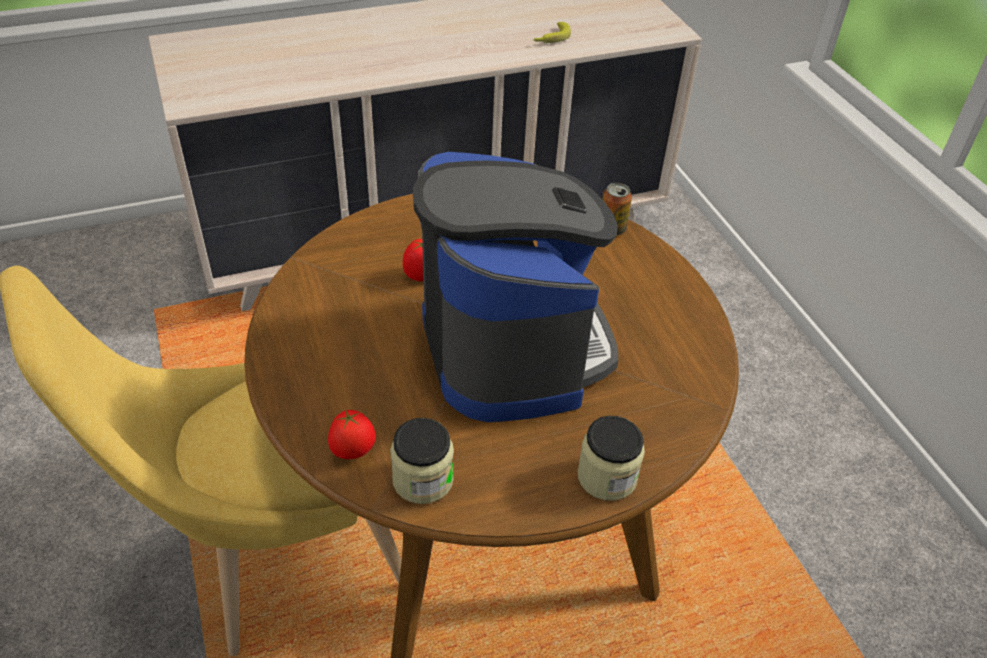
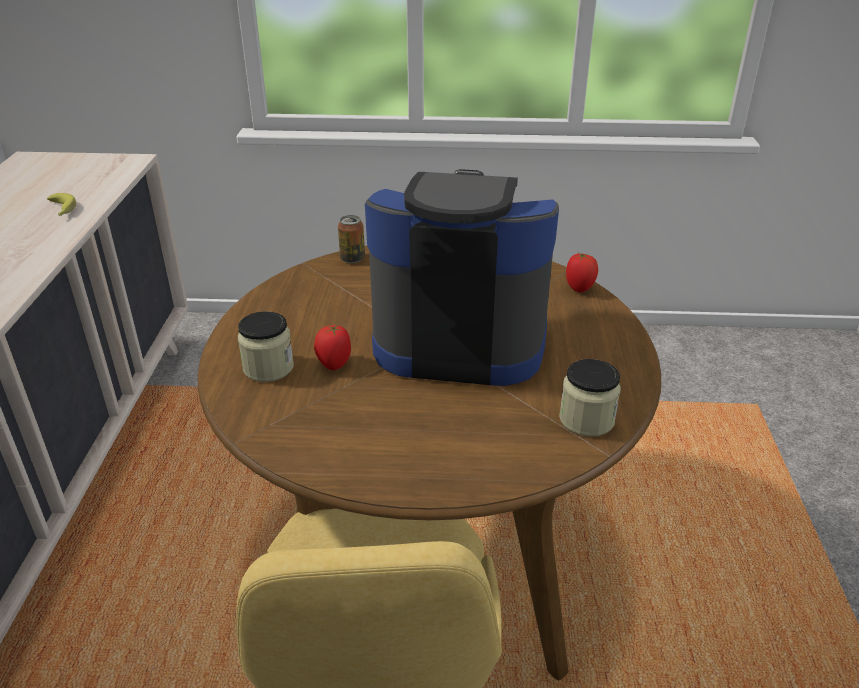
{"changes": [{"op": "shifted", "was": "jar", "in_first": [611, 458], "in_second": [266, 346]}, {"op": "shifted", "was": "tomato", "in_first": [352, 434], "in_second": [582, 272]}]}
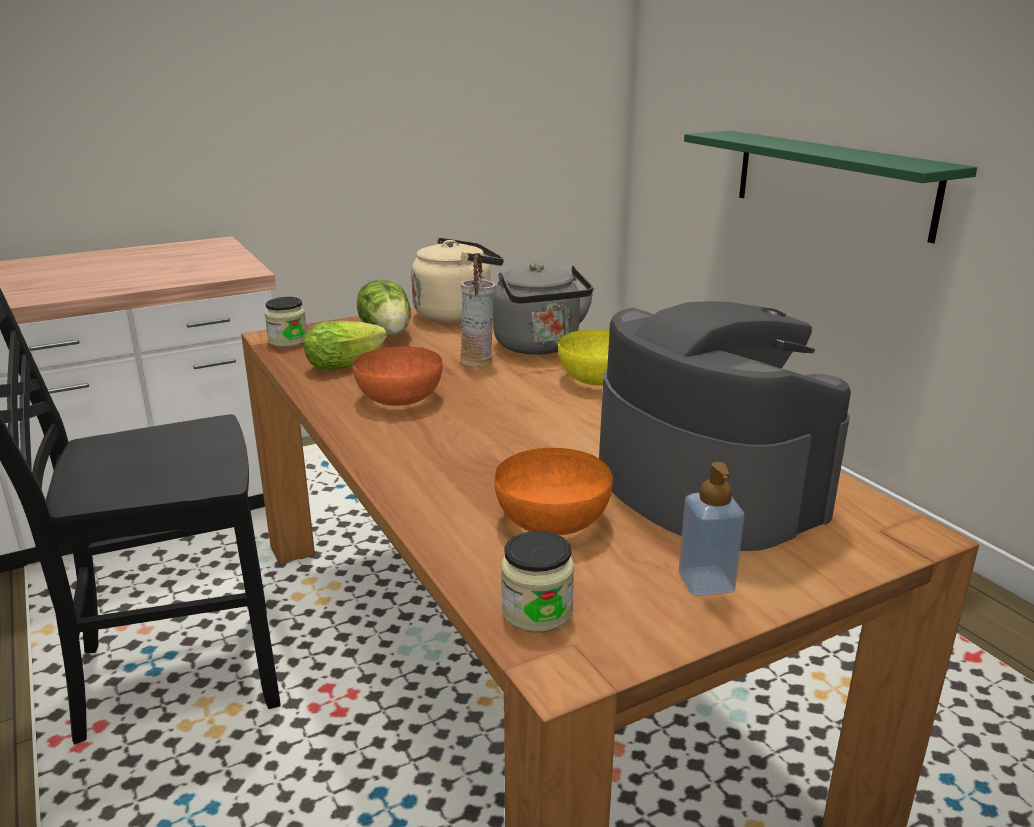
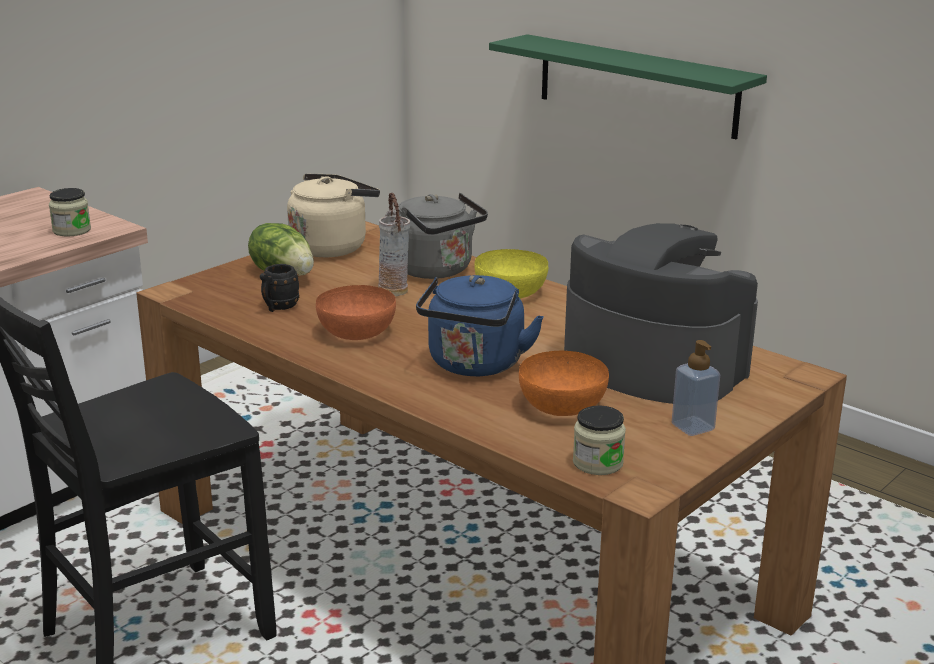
{"changes": [{"op": "shifted", "was": "jar", "in_first": [286, 322], "in_second": [70, 212]}, {"op": "swapped", "was": "lettuce", "now": "mug (black)", "in_first": [345, 346], "in_second": [280, 288]}, {"op": "new", "now": "kettle (blue)", "in_second": [480, 325]}]}
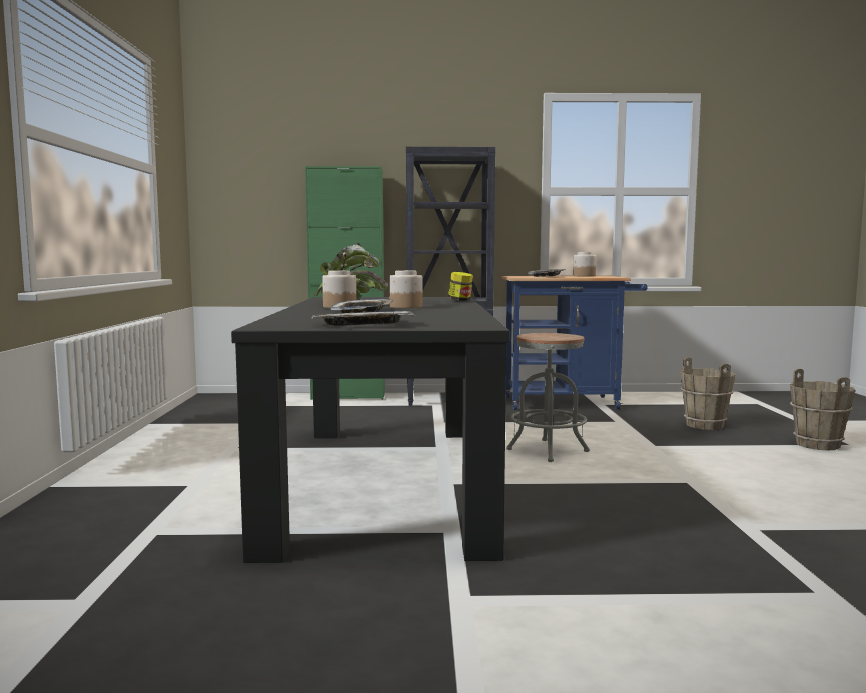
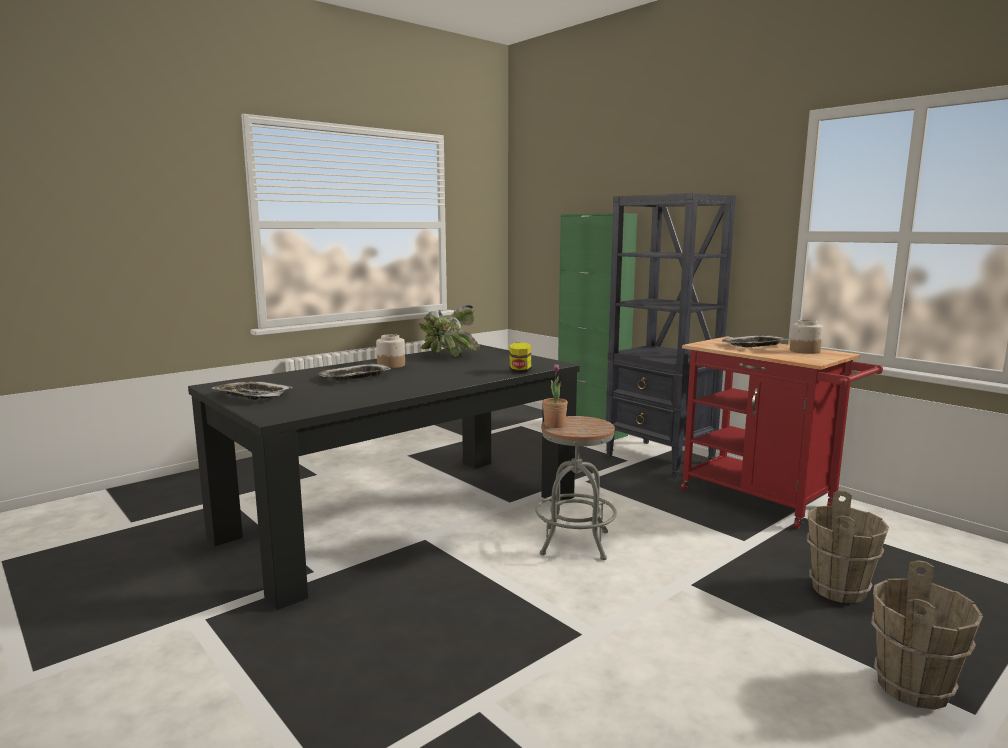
{"changes": [{"op": "new", "now": "potted plant", "in_second": [555, 396]}, {"op": "repainted", "was": "cart (blue)", "now": "cart (red)", "in_first": [574, 343], "in_second": [782, 432]}, {"op": "gone", "was": "jar", "in_first": [406, 289]}]}
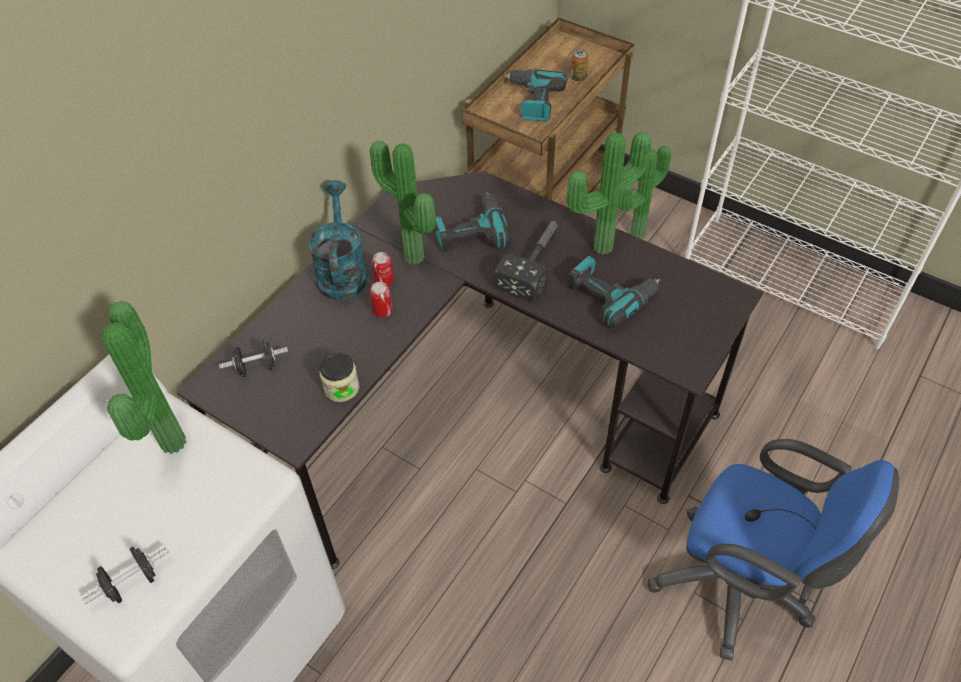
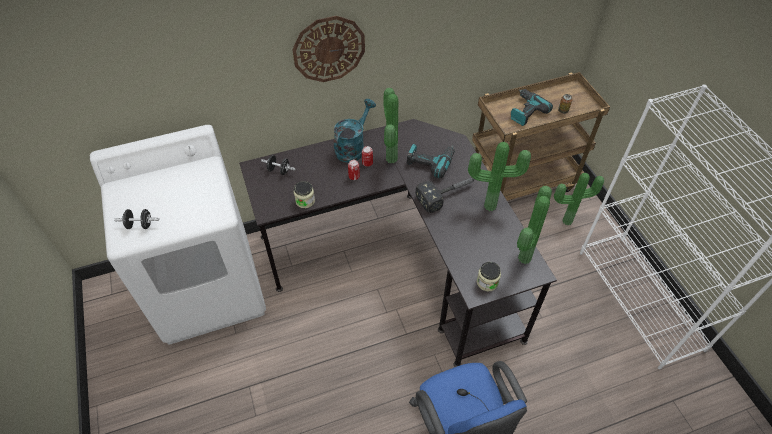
{"changes": [{"op": "new", "now": "wall clock", "in_second": [328, 49]}, {"op": "new", "now": "jar", "in_second": [489, 277]}, {"op": "shifted", "was": "potted plant", "in_first": [144, 377], "in_second": [534, 225]}, {"op": "gone", "was": "power drill", "in_first": [614, 292]}]}
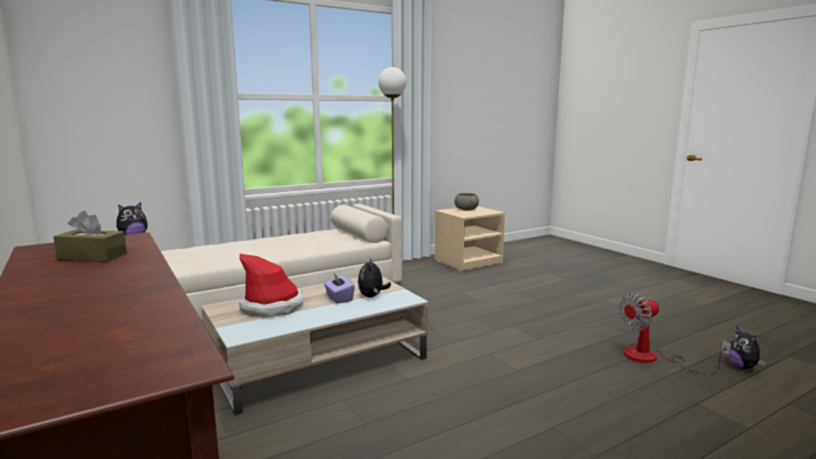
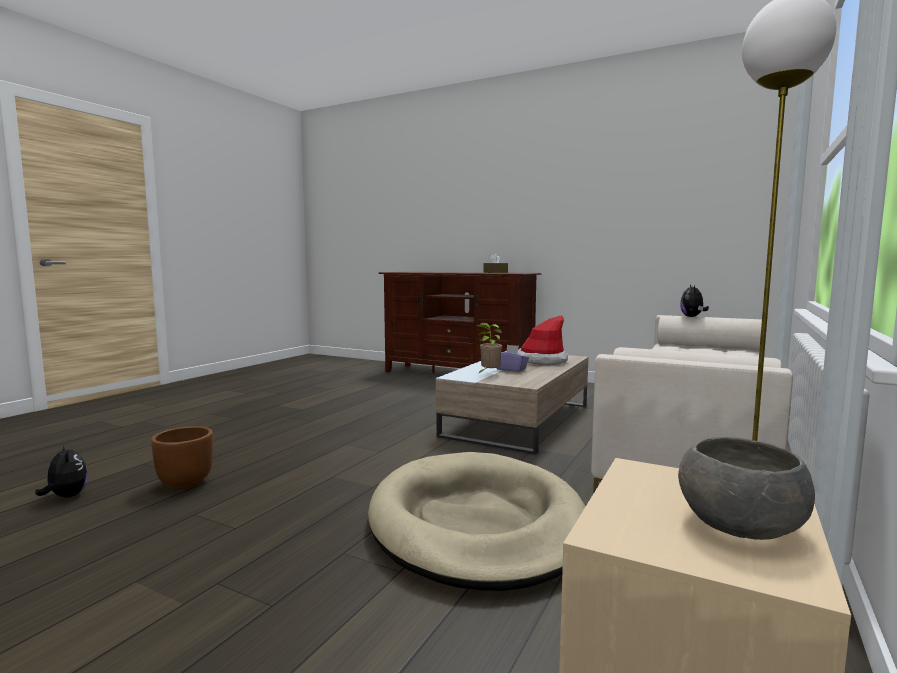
{"changes": [{"op": "swapped", "was": "fan", "now": "planter (brown)", "in_first": [675, 332], "in_second": [182, 457]}, {"op": "new", "now": "dog bed (beige)", "in_second": [476, 521]}, {"op": "swapped", "was": "plush toy", "now": "potted plant", "in_first": [374, 277], "in_second": [489, 349]}]}
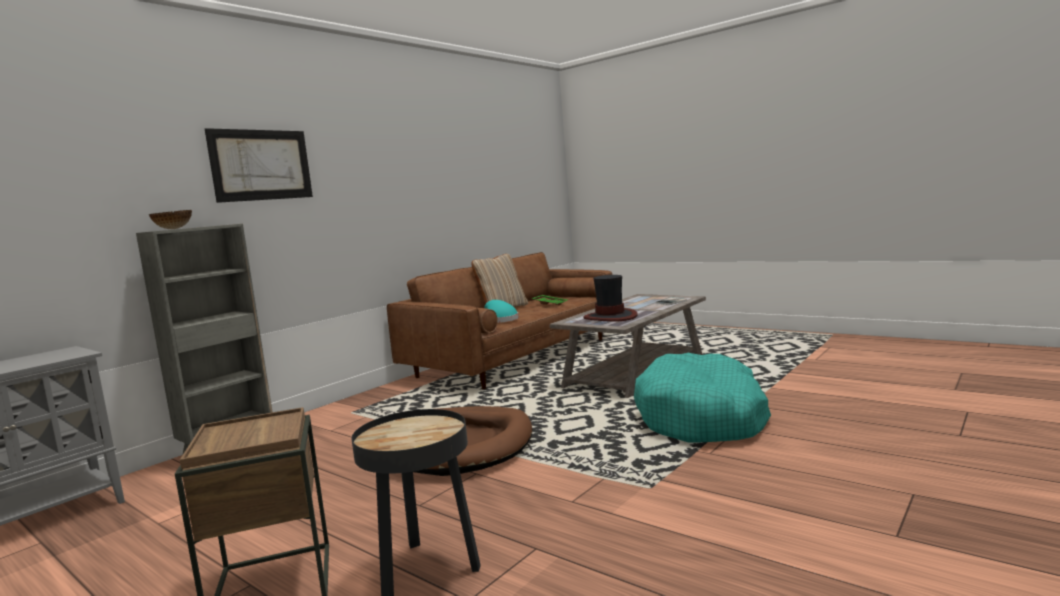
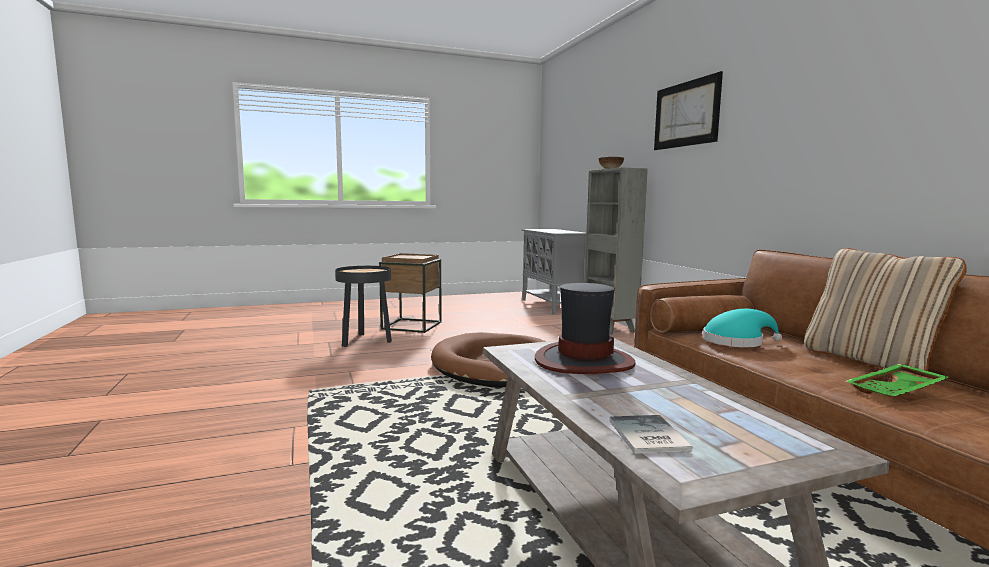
{"changes": [{"op": "gone", "was": "dog bed (turquoise)", "in_first": [702, 398]}]}
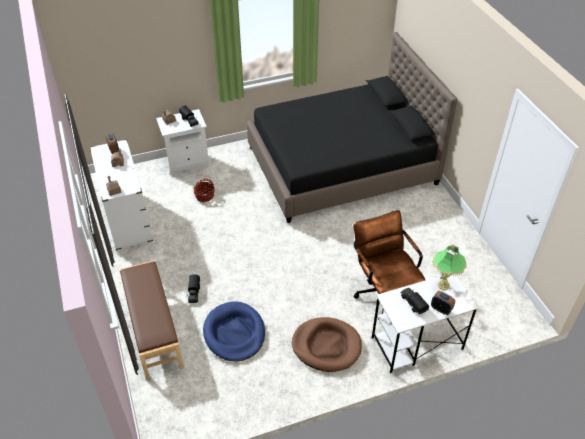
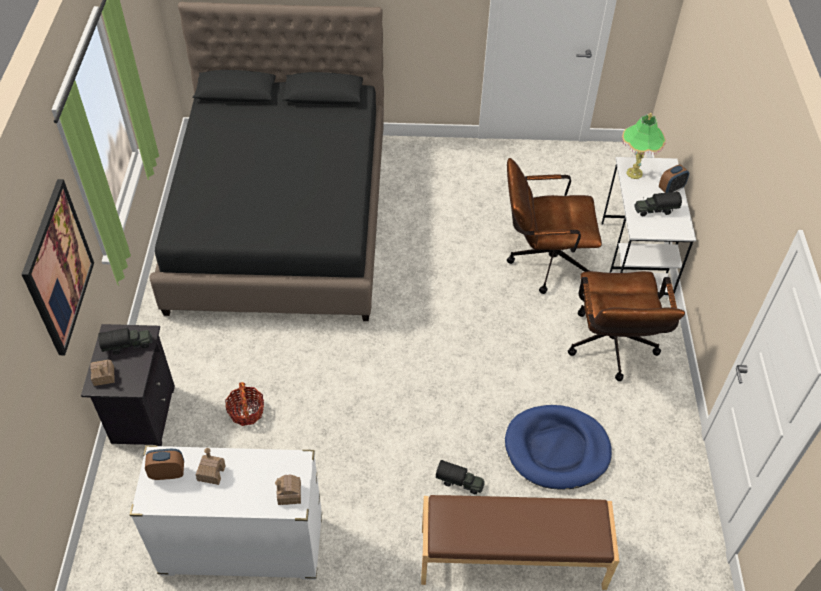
{"changes": [{"op": "new", "now": "picture", "in_second": [57, 267]}, {"op": "repainted", "was": "nightstand (white)", "now": "nightstand (black)", "in_first": [182, 142], "in_second": [128, 385]}, {"op": "swapped", "was": "dog bed (brown)", "now": "office chair (brown)", "in_first": [327, 344], "in_second": [626, 326]}]}
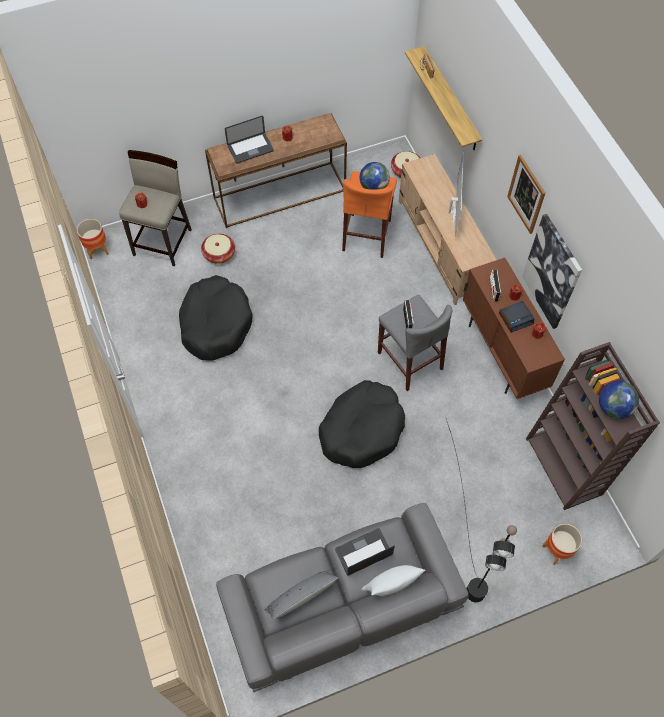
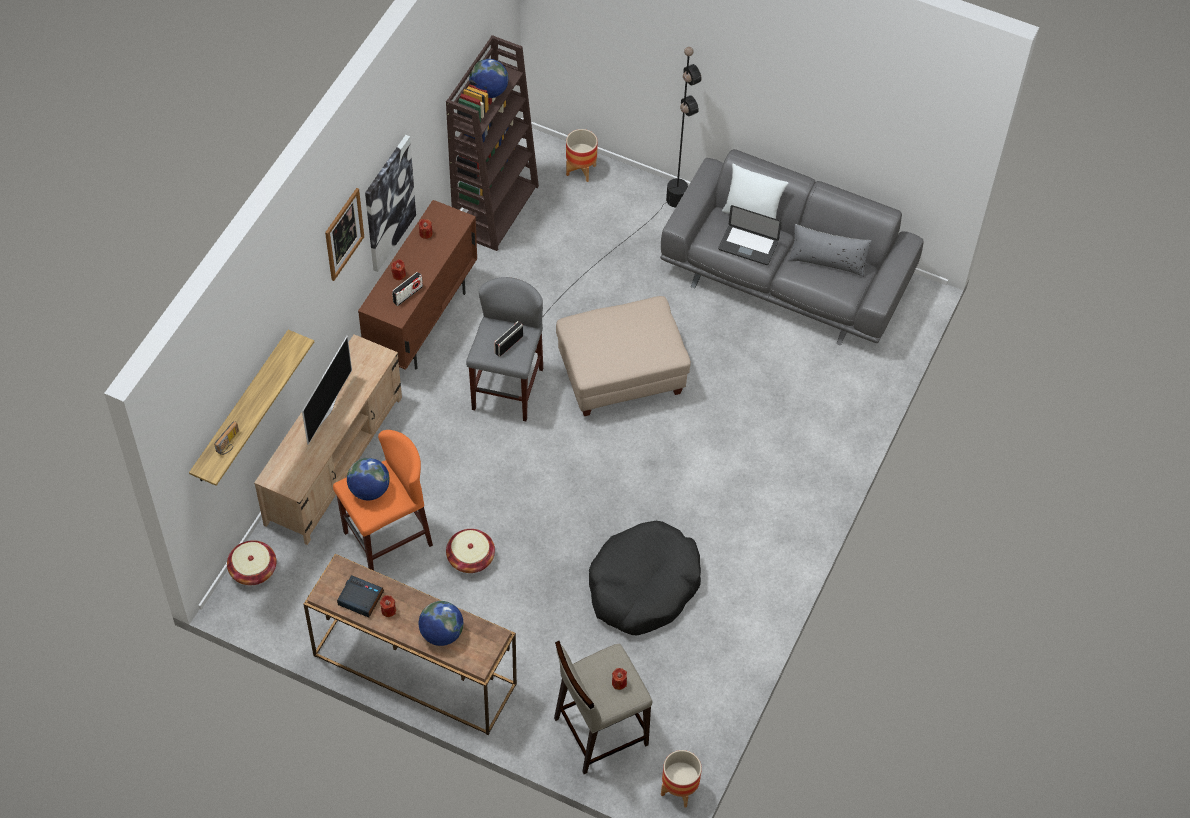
{"changes": [{"op": "rotated", "was": "television", "in_first": [456, 195], "in_second": [327, 390], "clockwise": 150}, {"op": "shifted", "was": "alarm clock", "in_first": [516, 317], "in_second": [360, 596]}, {"op": "swapped", "was": "laptop", "now": "globe", "in_first": [249, 139], "in_second": [441, 623]}, {"op": "shifted", "was": "basket", "in_first": [218, 249], "in_second": [470, 551]}, {"op": "swapped", "was": "dog bed (black)", "now": "ottoman (beige)", "in_first": [362, 424], "in_second": [623, 356]}]}
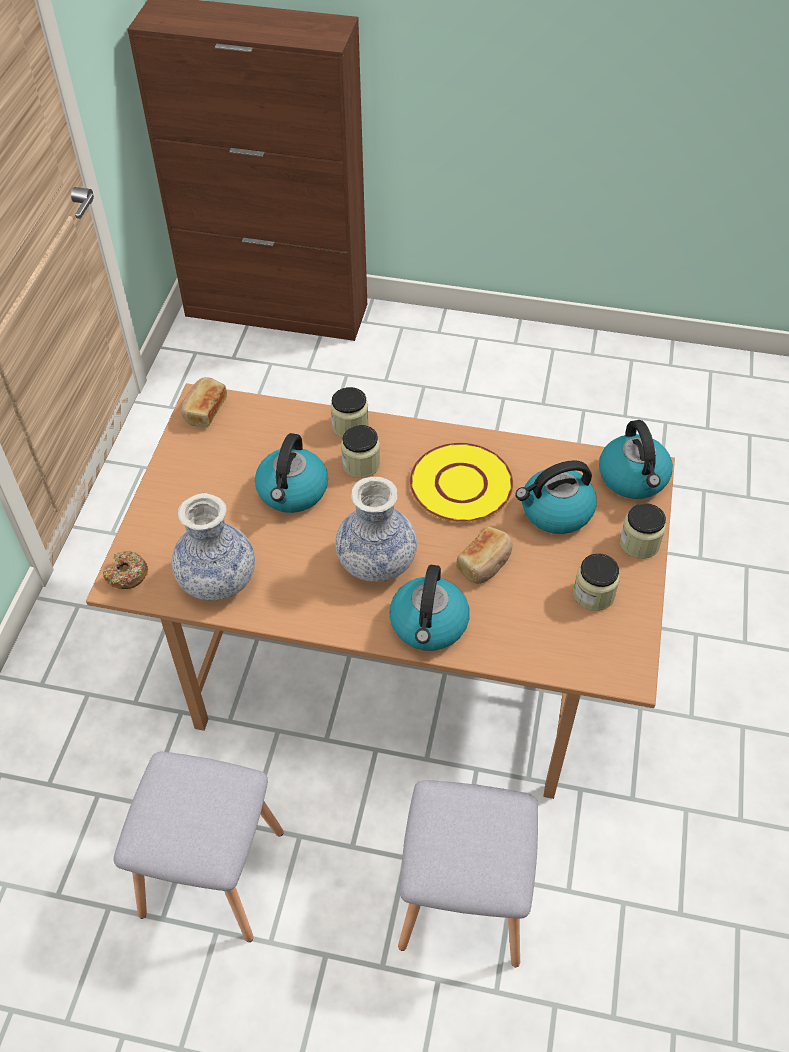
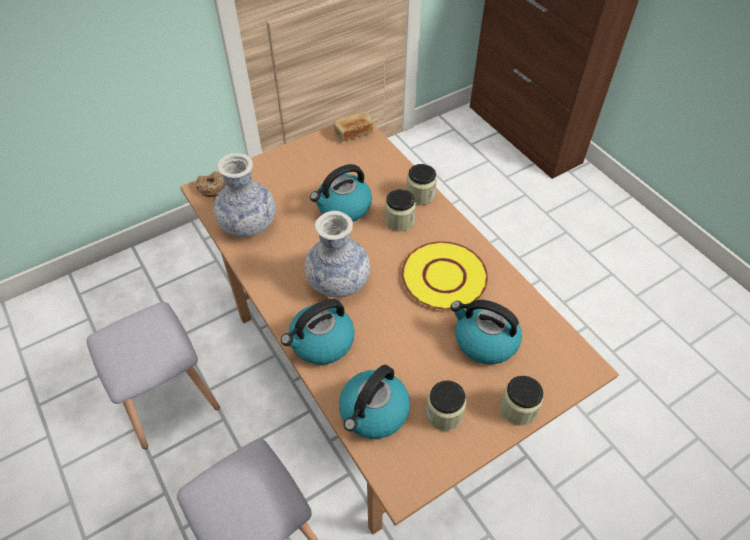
{"changes": [{"op": "shifted", "was": "kettle", "in_first": [636, 459], "in_second": [374, 402]}, {"op": "gone", "was": "bread", "in_first": [484, 555]}]}
